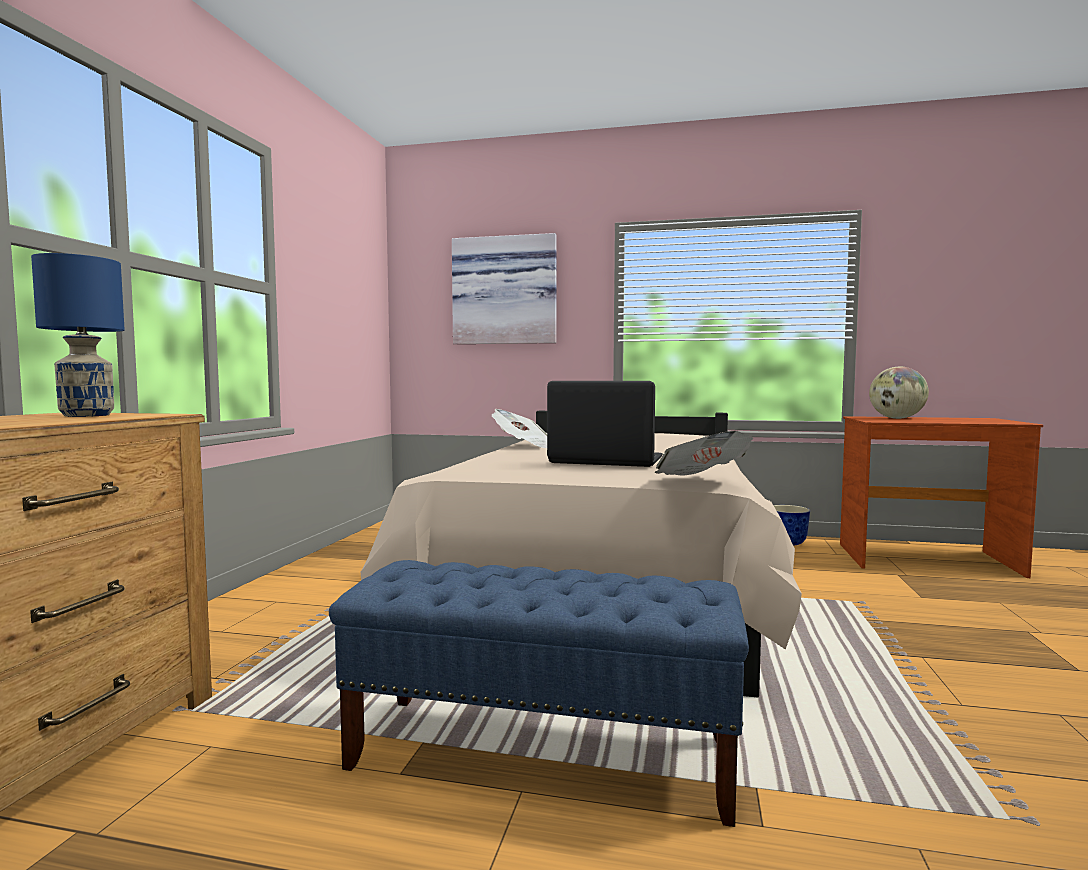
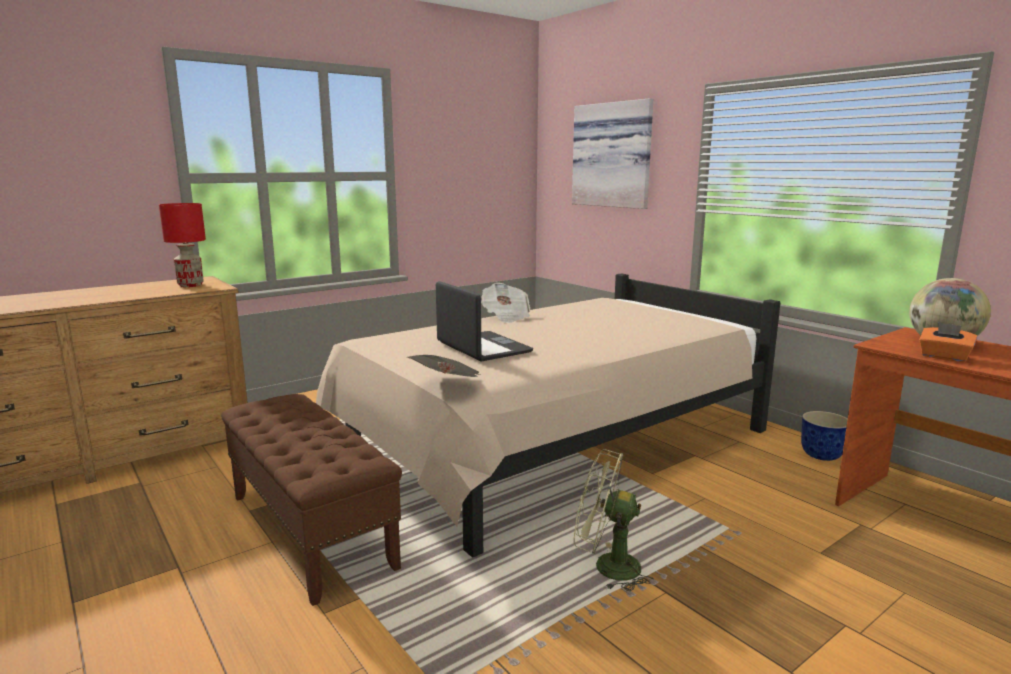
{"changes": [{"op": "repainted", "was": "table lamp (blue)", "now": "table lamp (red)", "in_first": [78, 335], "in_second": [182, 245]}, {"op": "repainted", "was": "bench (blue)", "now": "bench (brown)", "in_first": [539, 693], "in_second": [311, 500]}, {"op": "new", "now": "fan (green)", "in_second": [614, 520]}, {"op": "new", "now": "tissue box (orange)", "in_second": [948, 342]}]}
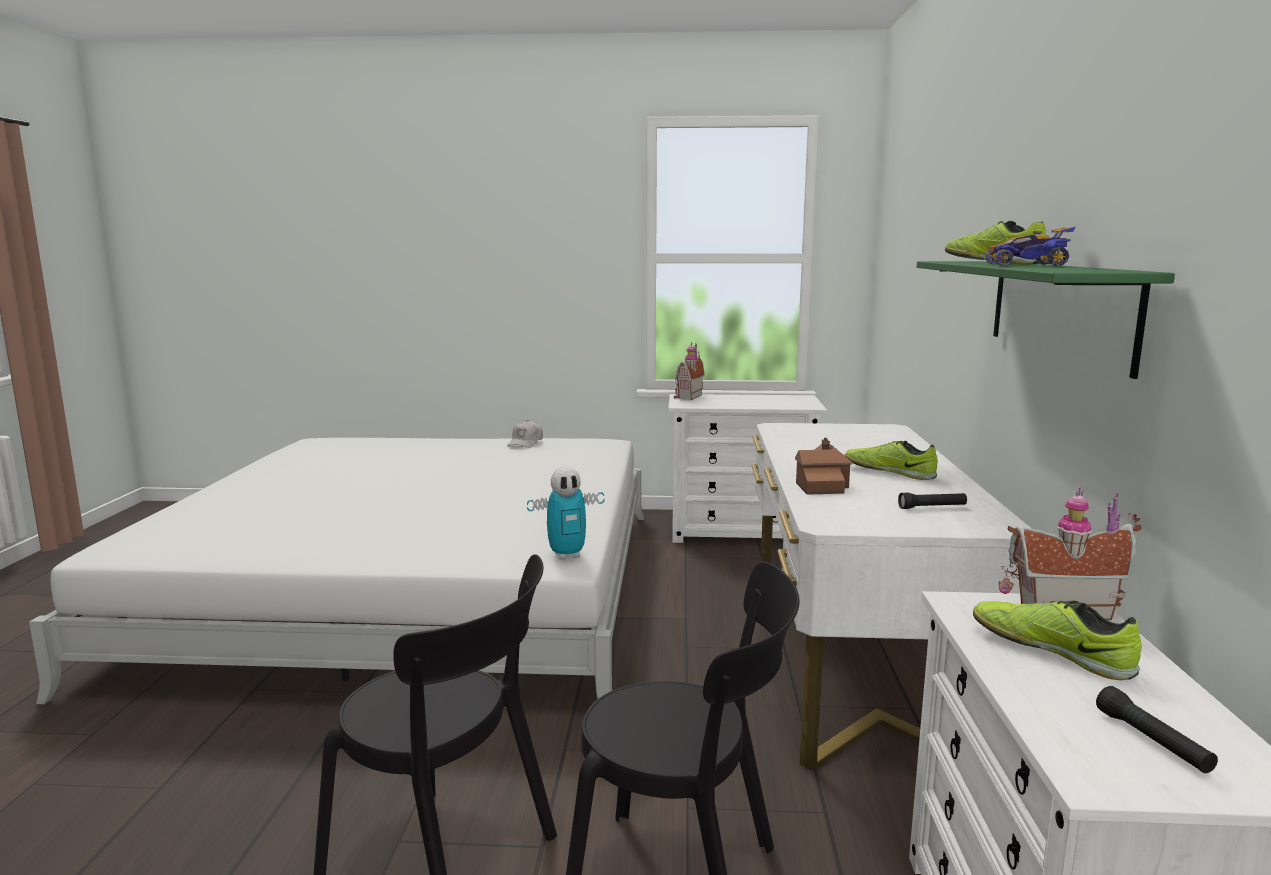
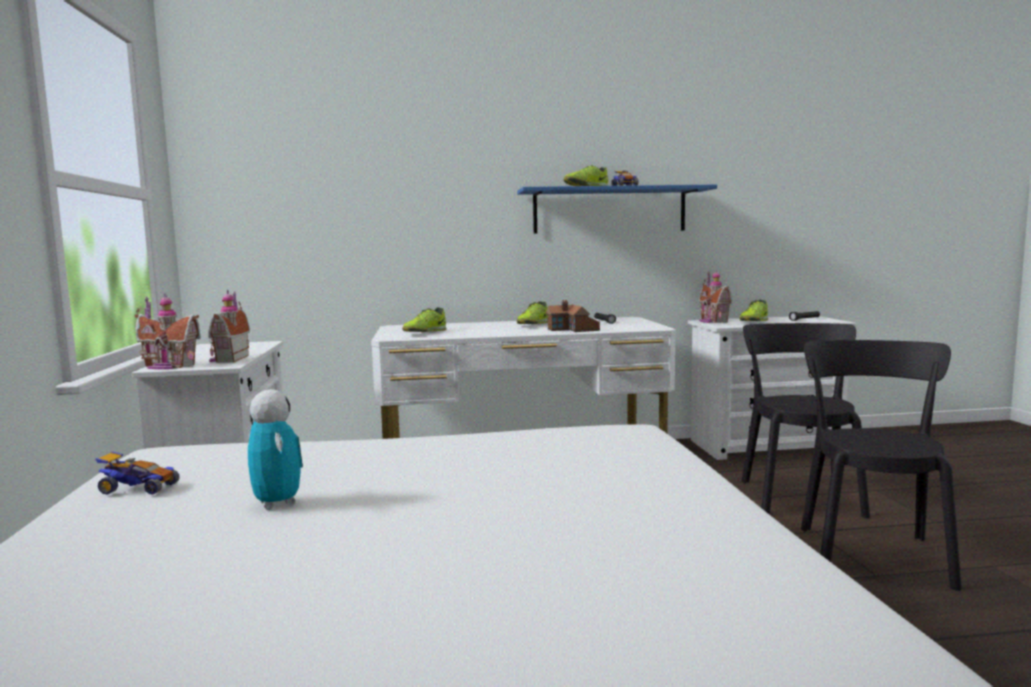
{"changes": [{"op": "swapped", "was": "cap (white)", "now": "toy car", "in_first": [525, 434], "in_second": [137, 473]}, {"op": "new", "now": "toy house", "in_second": [229, 326]}, {"op": "shifted", "was": "toy robot", "in_first": [566, 513], "in_second": [275, 449]}, {"op": "new", "now": "shoe", "in_second": [424, 319]}, {"op": "repainted", "was": "shelf (green)", "now": "shelf (blue)", "in_first": [1046, 320], "in_second": [617, 209]}]}
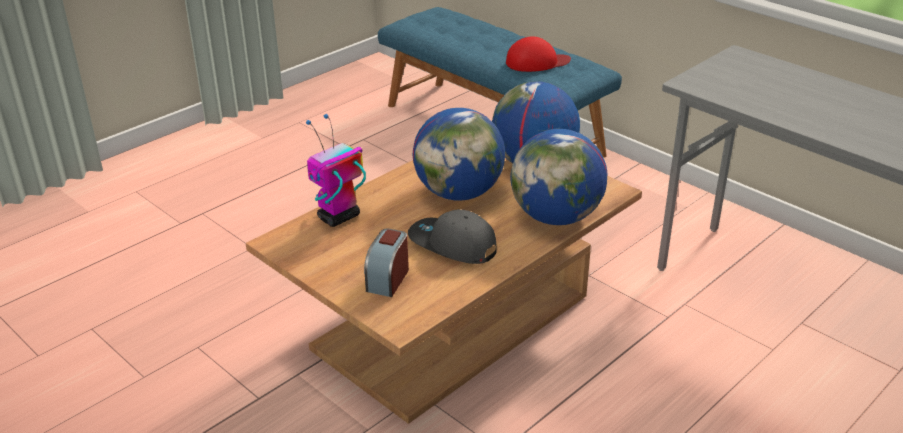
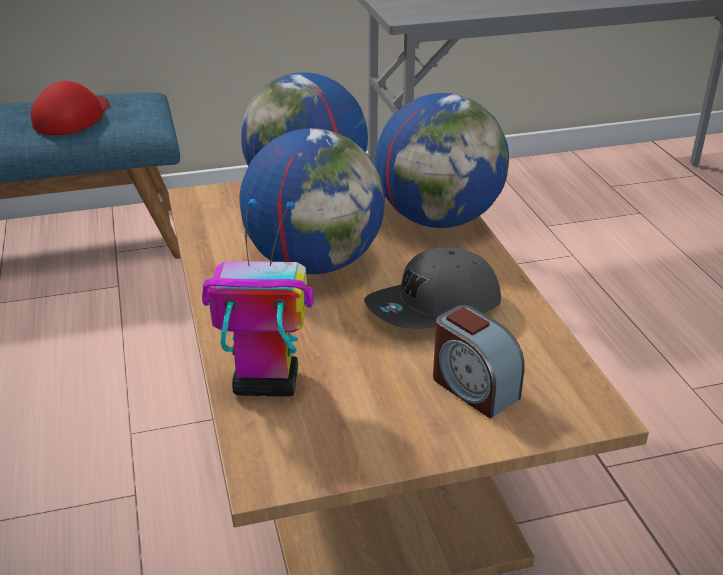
{"changes": [{"op": "rotated", "was": "toy robot", "in_first": [336, 170], "in_second": [258, 298], "clockwise": 105}]}
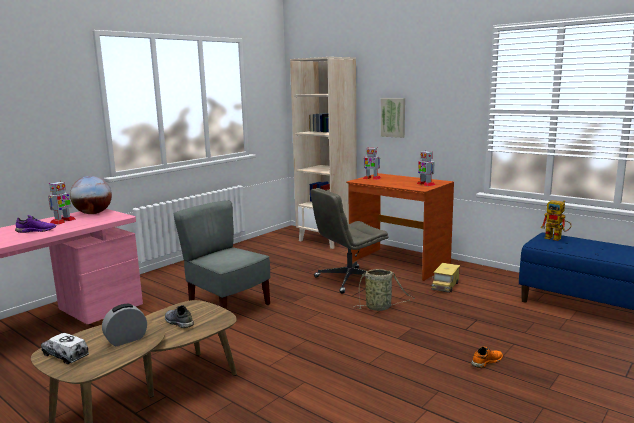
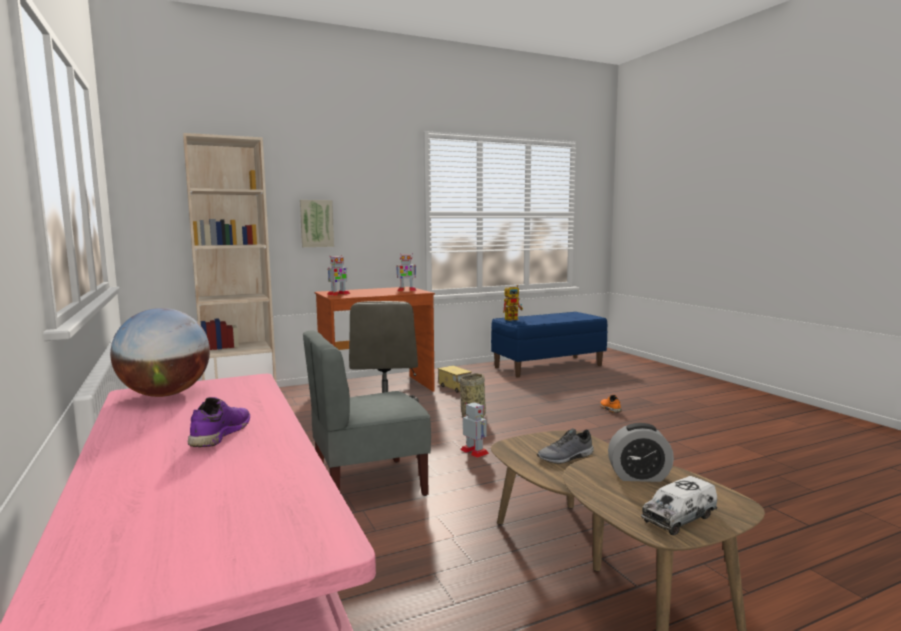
{"changes": [{"op": "shifted", "was": "toy robot", "in_first": [62, 202], "in_second": [474, 430]}, {"op": "rotated", "was": "alarm clock", "in_first": [124, 325], "in_second": [641, 452], "clockwise": -75}]}
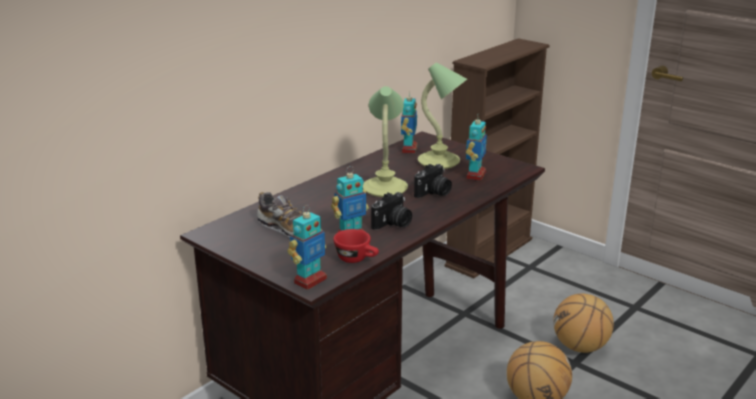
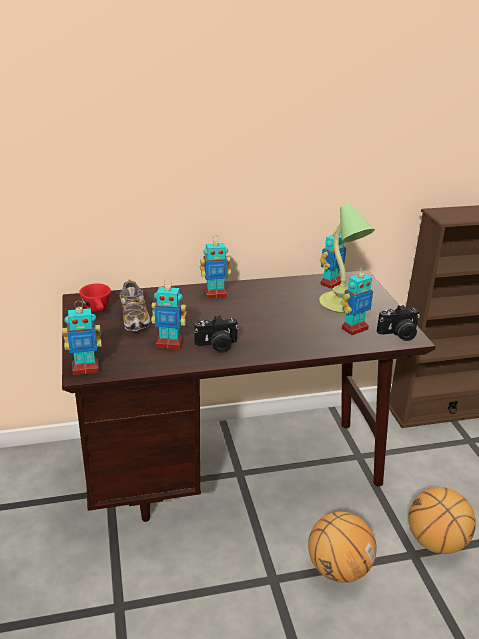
{"changes": [{"op": "shifted", "was": "cup (red)", "in_first": [356, 246], "in_second": [95, 298]}, {"op": "new", "now": "toy robot", "in_second": [215, 269]}, {"op": "shifted", "was": "photo camera", "in_first": [433, 181], "in_second": [398, 323]}, {"op": "gone", "was": "table lamp", "in_first": [385, 141]}]}
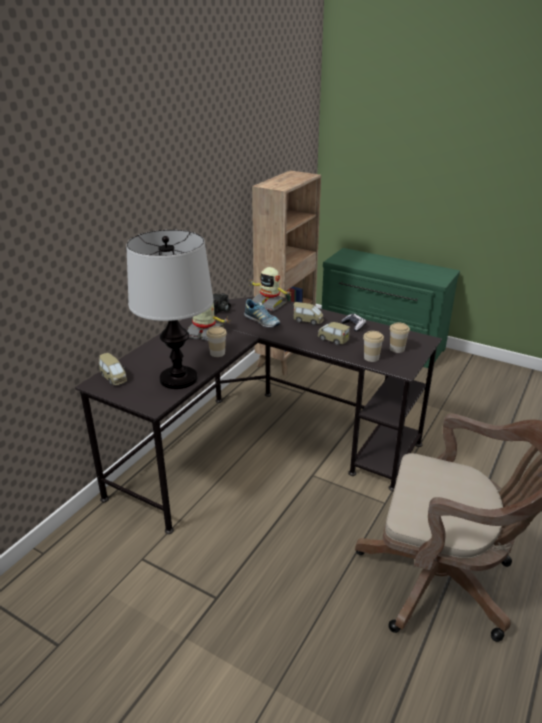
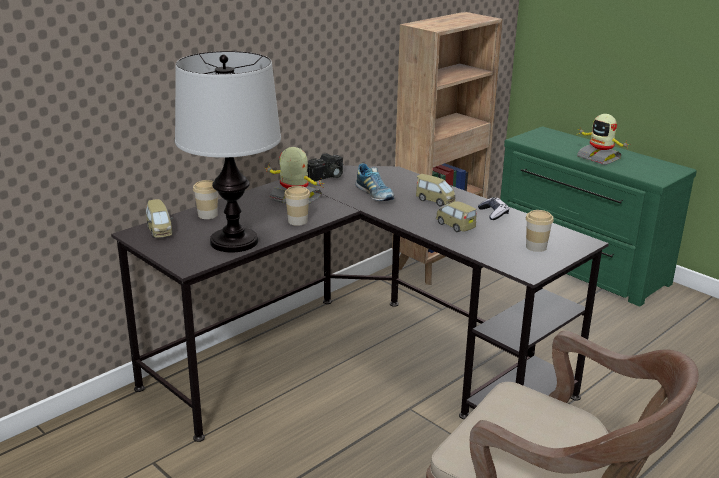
{"changes": [{"op": "shifted", "was": "cup", "in_first": [373, 346], "in_second": [205, 199]}, {"op": "shifted", "was": "toy robot", "in_first": [271, 289], "in_second": [602, 139]}]}
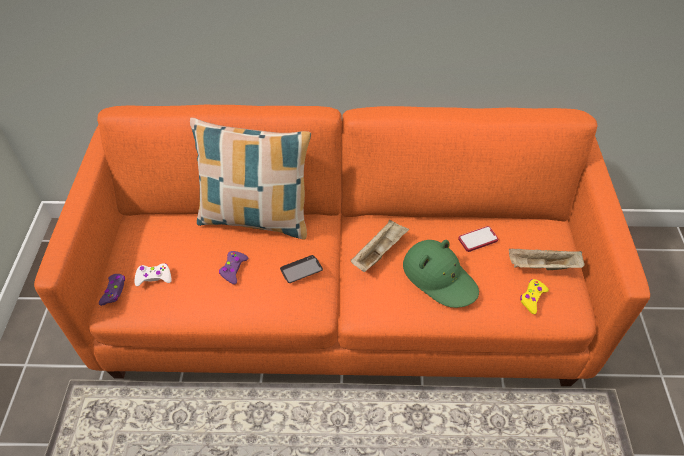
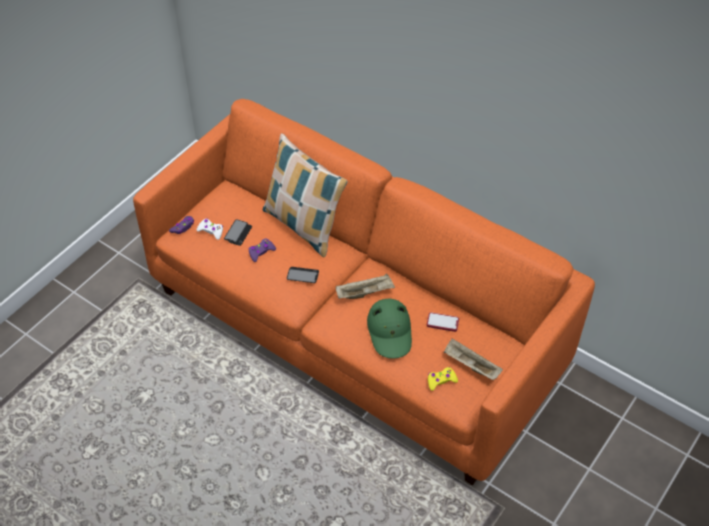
{"changes": [{"op": "new", "now": "phone", "in_second": [238, 232]}]}
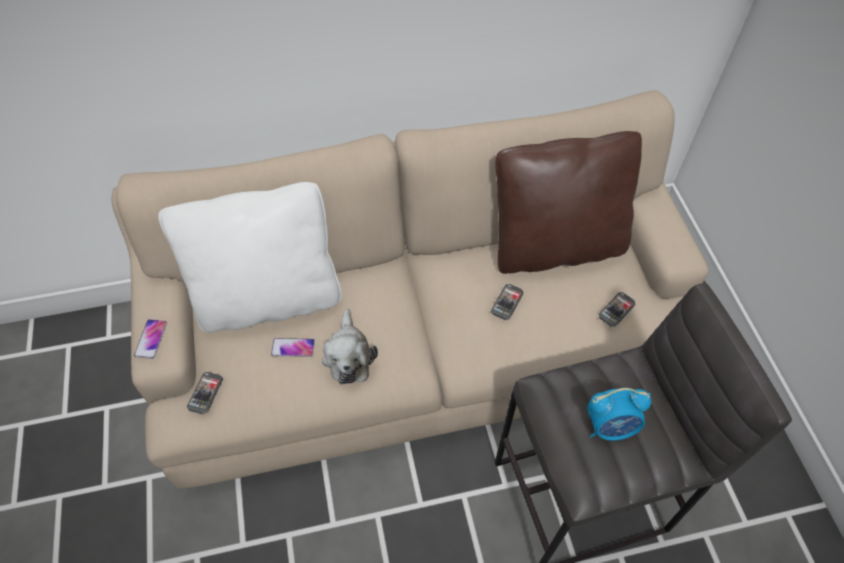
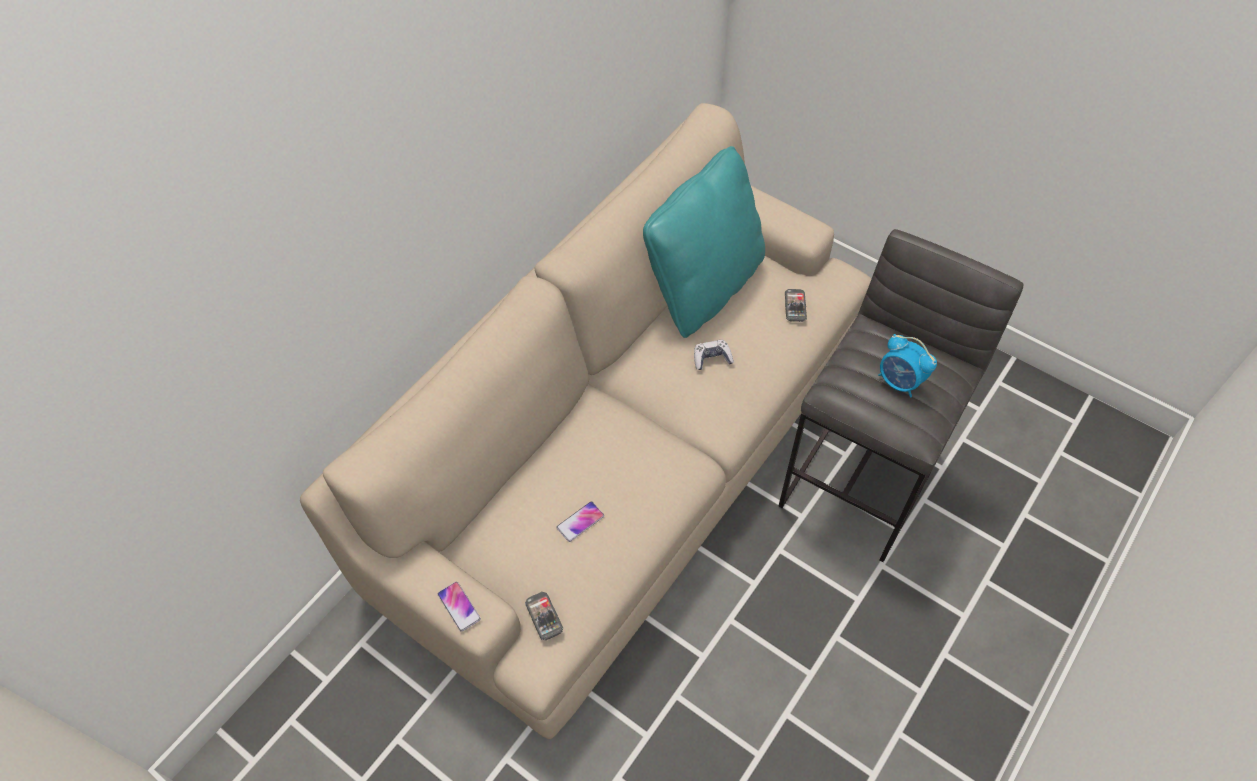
{"changes": [{"op": "repainted", "was": "pillow (brown)", "now": "pillow (turquoise)", "in_first": [568, 202], "in_second": [704, 242]}, {"op": "swapped", "was": "phone", "now": "game controller", "in_first": [507, 302], "in_second": [714, 355]}, {"op": "rotated", "was": "alarm clock", "in_first": [619, 414], "in_second": [907, 366], "clockwise": 90}, {"op": "gone", "was": "pillow (white)", "in_first": [250, 257]}, {"op": "gone", "was": "plush toy", "in_first": [350, 346]}]}
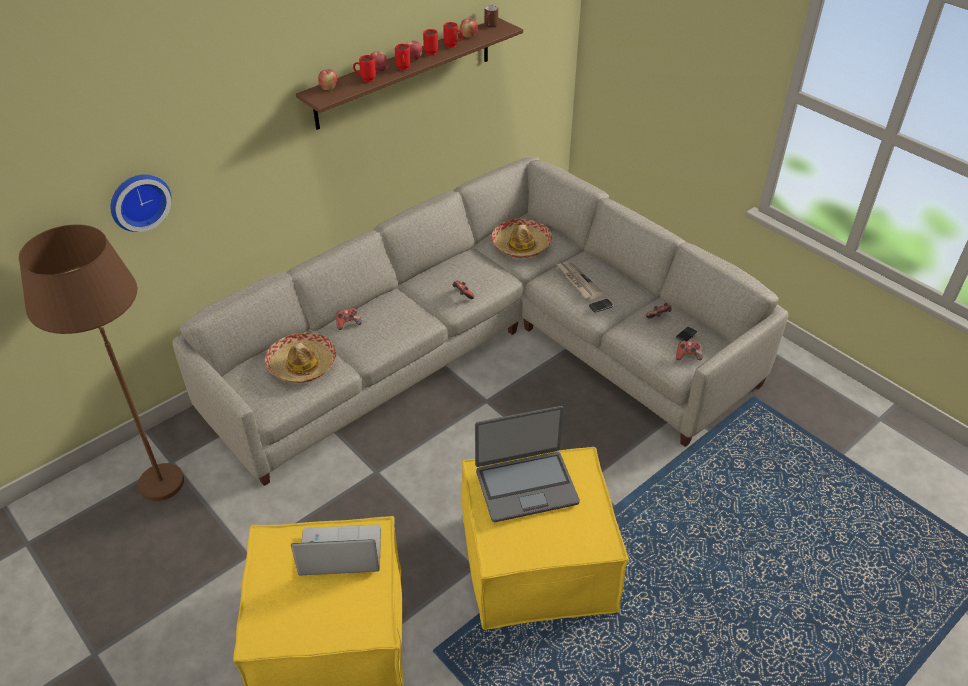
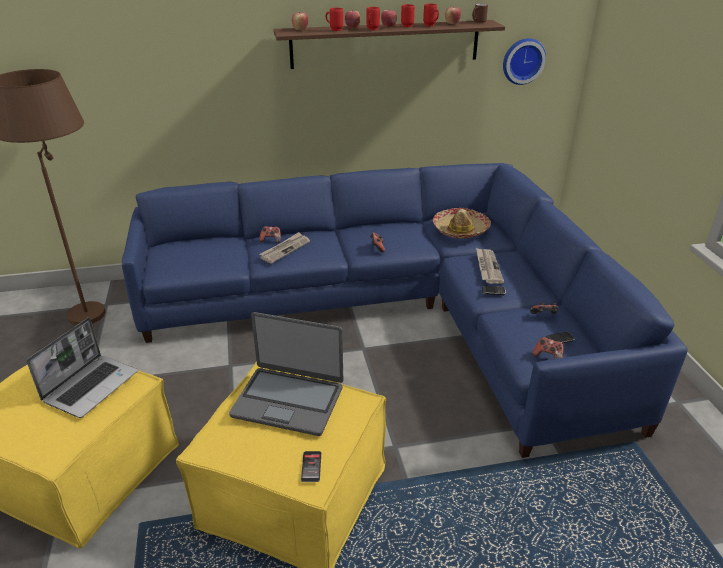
{"changes": [{"op": "rotated", "was": "laptop", "in_first": [336, 550], "in_second": [82, 367], "clockwise": 90}, {"op": "repainted", "was": "sofa (grey)", "now": "sofa (blue)", "in_first": [480, 321], "in_second": [404, 310]}, {"op": "new", "now": "newspaper", "in_second": [284, 248]}, {"op": "new", "now": "phone", "in_second": [311, 466]}, {"op": "shifted", "was": "wall clock", "in_first": [141, 203], "in_second": [524, 61]}, {"op": "gone", "was": "hat", "in_first": [300, 358]}]}
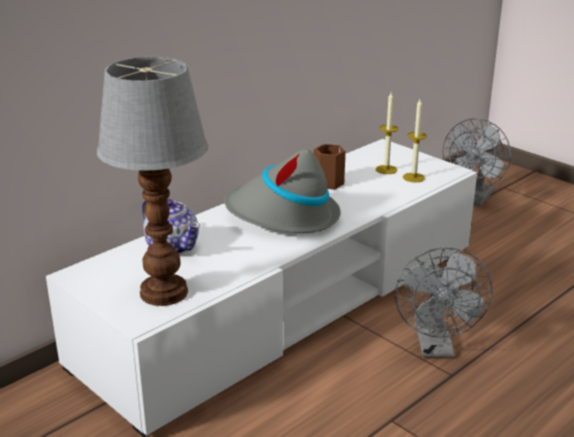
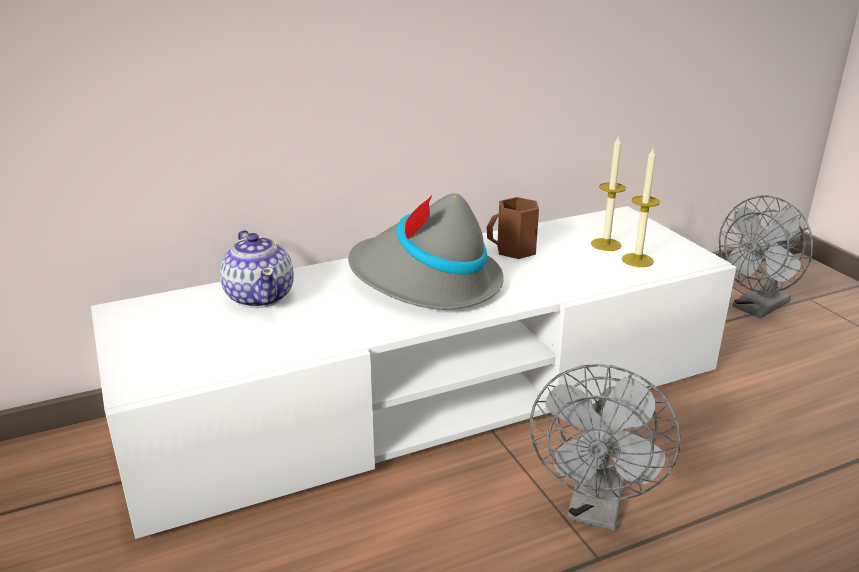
{"changes": [{"op": "gone", "was": "table lamp", "in_first": [152, 181]}]}
